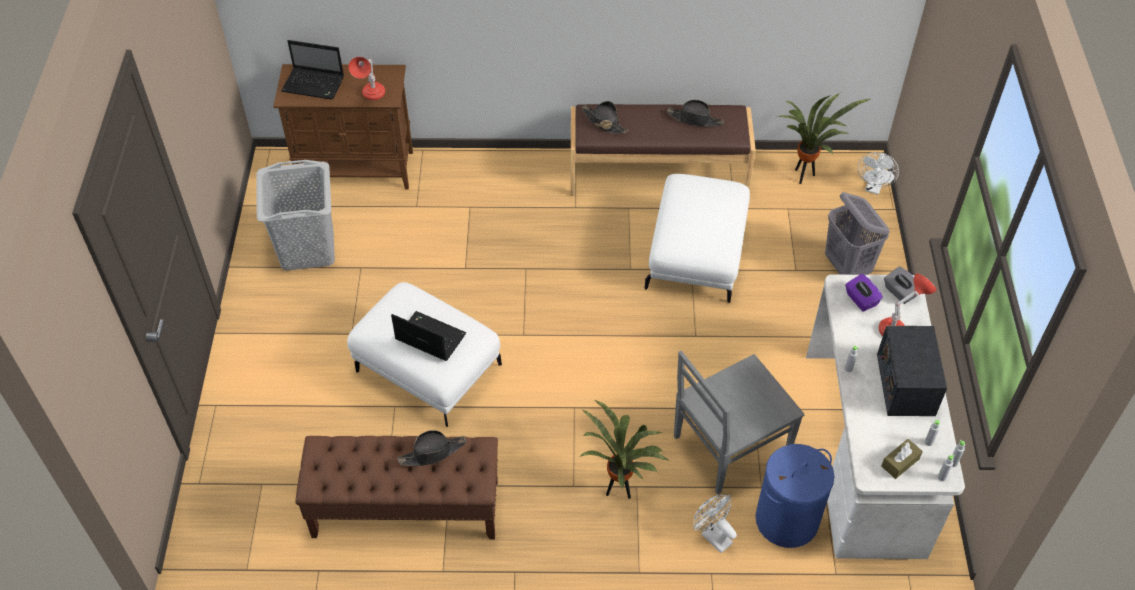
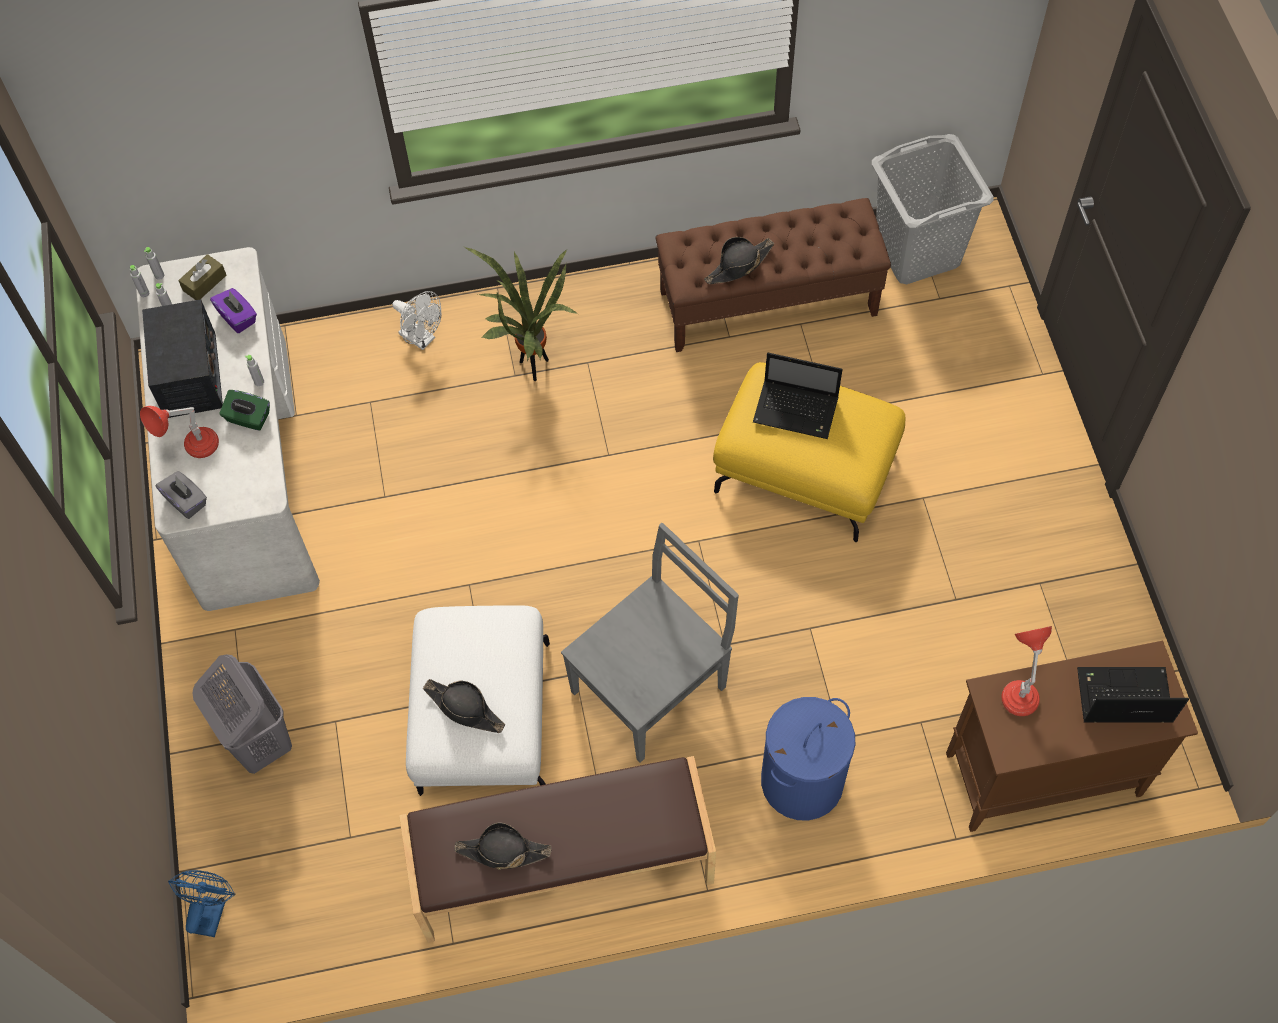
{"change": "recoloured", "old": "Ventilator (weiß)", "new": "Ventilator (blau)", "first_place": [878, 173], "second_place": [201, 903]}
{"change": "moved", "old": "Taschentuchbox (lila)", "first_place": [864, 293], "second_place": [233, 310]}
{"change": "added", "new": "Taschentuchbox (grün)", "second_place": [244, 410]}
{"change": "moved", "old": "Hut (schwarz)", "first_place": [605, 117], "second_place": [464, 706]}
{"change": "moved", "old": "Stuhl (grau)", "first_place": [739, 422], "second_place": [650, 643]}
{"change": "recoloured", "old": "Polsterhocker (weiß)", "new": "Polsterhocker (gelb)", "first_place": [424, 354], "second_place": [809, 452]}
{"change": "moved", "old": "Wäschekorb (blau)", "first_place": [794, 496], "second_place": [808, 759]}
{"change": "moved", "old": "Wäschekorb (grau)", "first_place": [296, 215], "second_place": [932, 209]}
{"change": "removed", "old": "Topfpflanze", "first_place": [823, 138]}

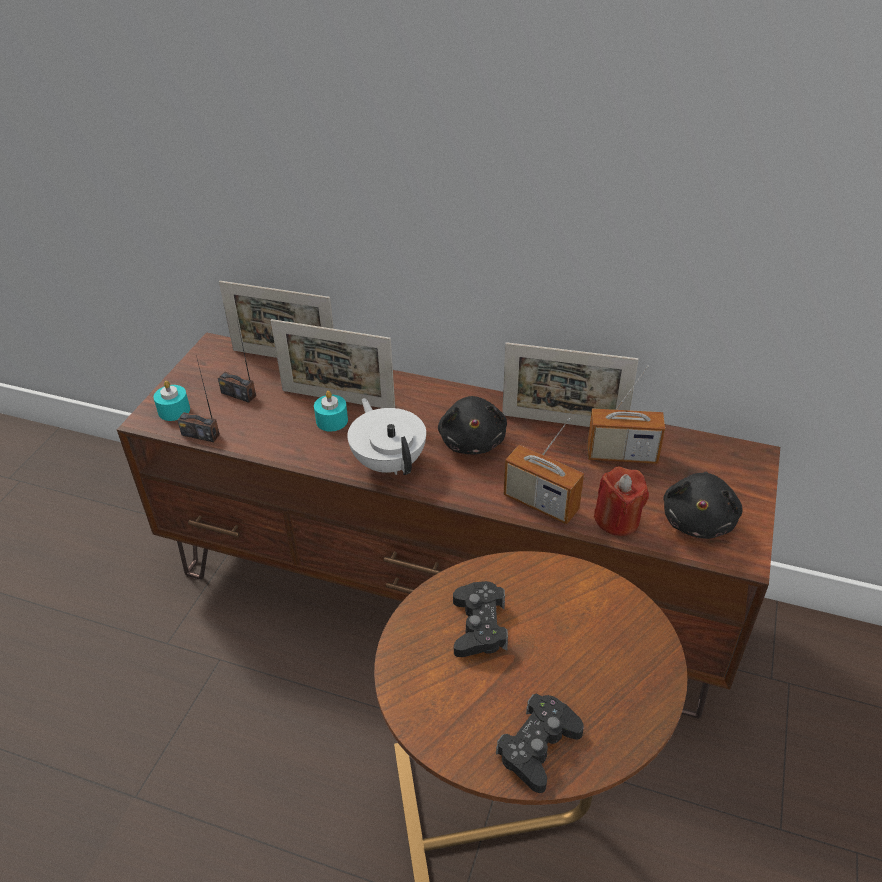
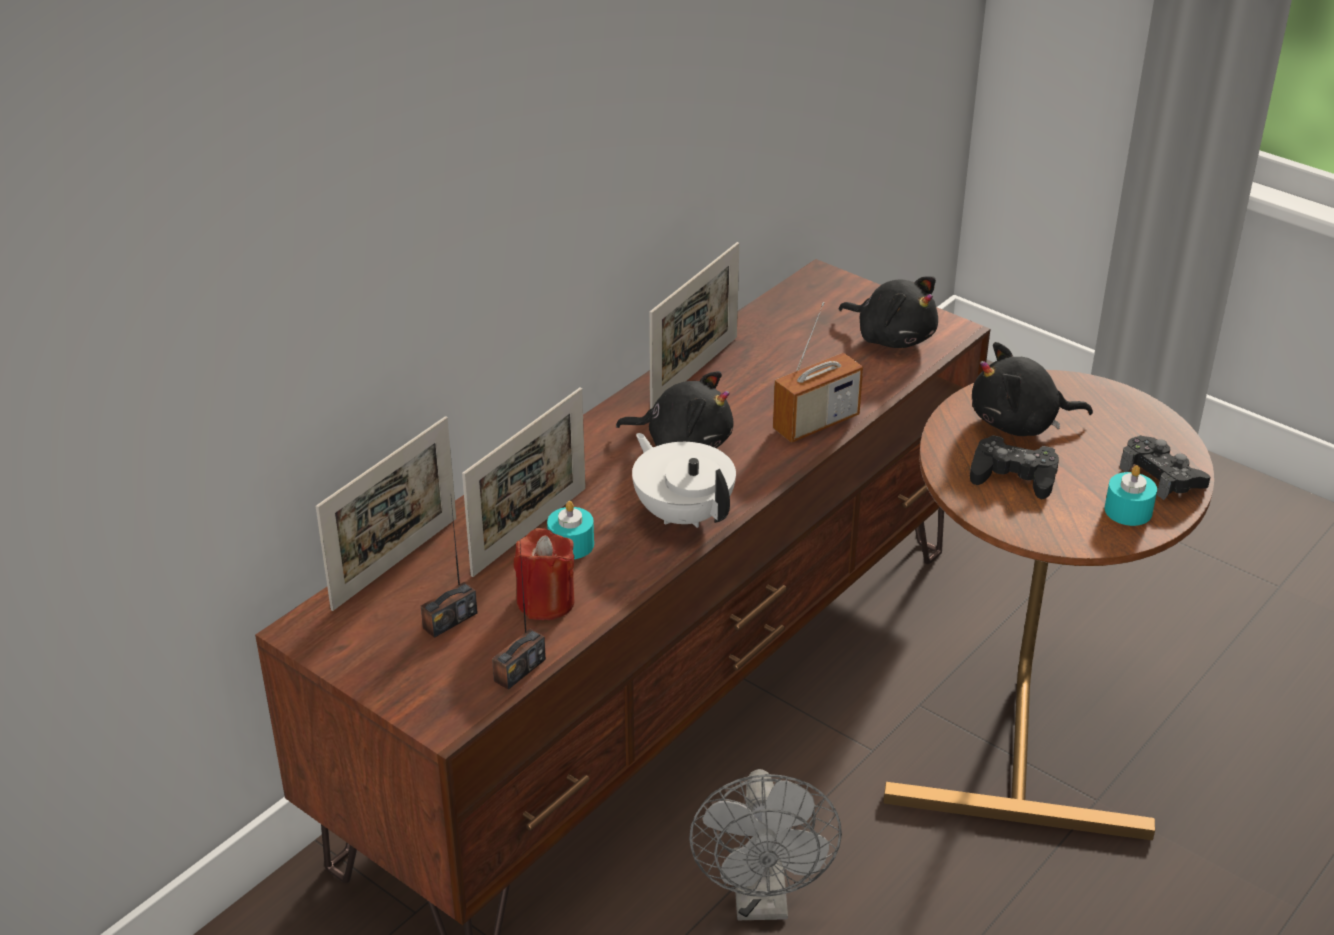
{"change": "moved", "old": "Kerze (rot)", "first_place": [621, 501], "second_place": [544, 574]}
{"change": "turned", "old": "Teekanne (weiß)", "first_place": [386, 436], "second_place": [684, 480], "degrees": 60}
{"change": "added", "new": "Ventilator (grau)", "second_place": [765, 844]}
{"change": "added", "new": "Plüschtier (schwarz)", "second_place": [1032, 389]}
{"change": "moved", "old": "Kerze (türkis)", "first_place": [171, 401], "second_place": [1131, 495]}
{"change": "removed", "old": "Radio", "first_place": [626, 415]}

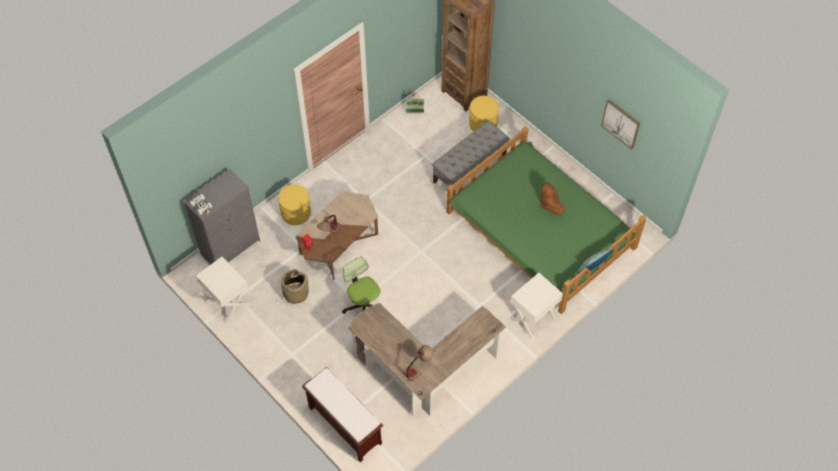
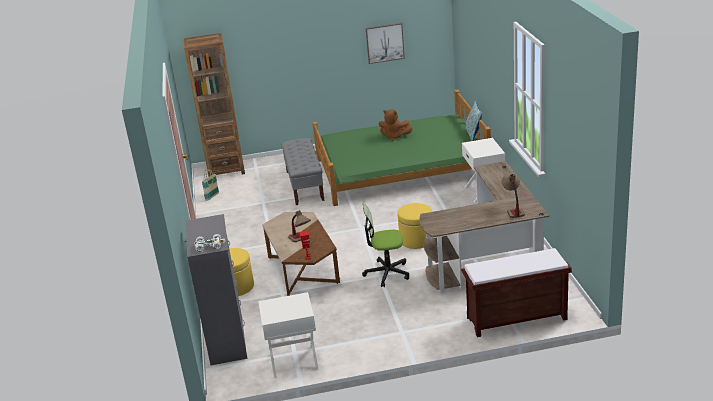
{"change": "moved", "old": "Polsterhocker (gelb)", "first_place": [484, 114], "second_place": [415, 226]}
{"change": "removed", "old": "Korb", "first_place": [294, 286]}

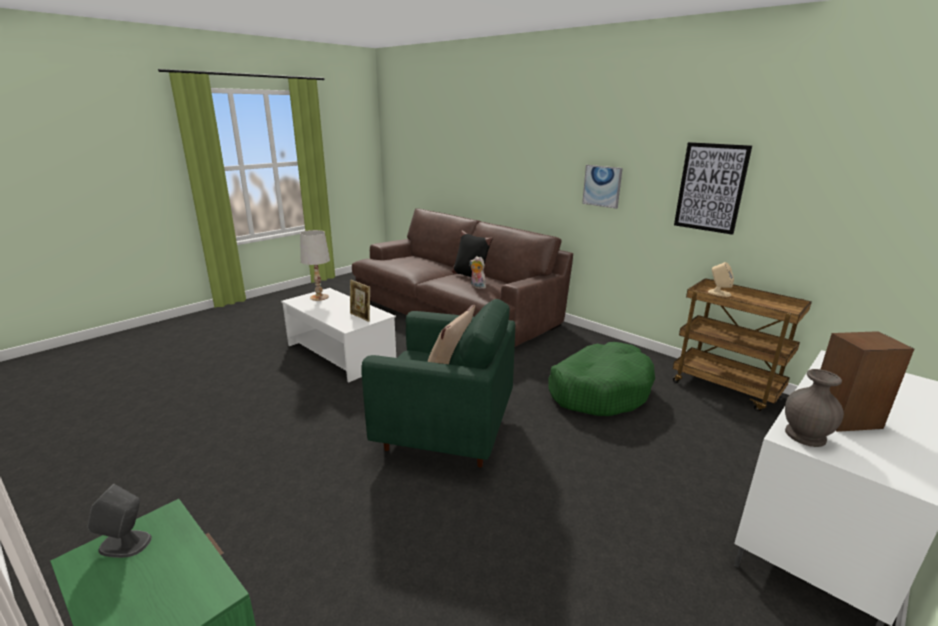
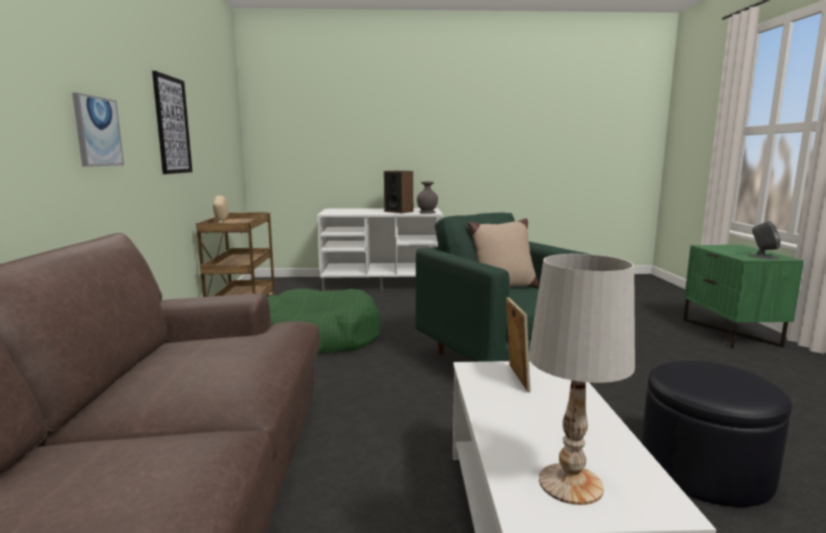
{"change": "added", "new": "Polsterhocker (schwarz)", "second_place": [716, 434]}
{"change": "removed", "old": "Kissen (schwarz)", "first_place": [472, 254]}
{"change": "removed", "old": "Plüschtier", "first_place": [478, 272]}

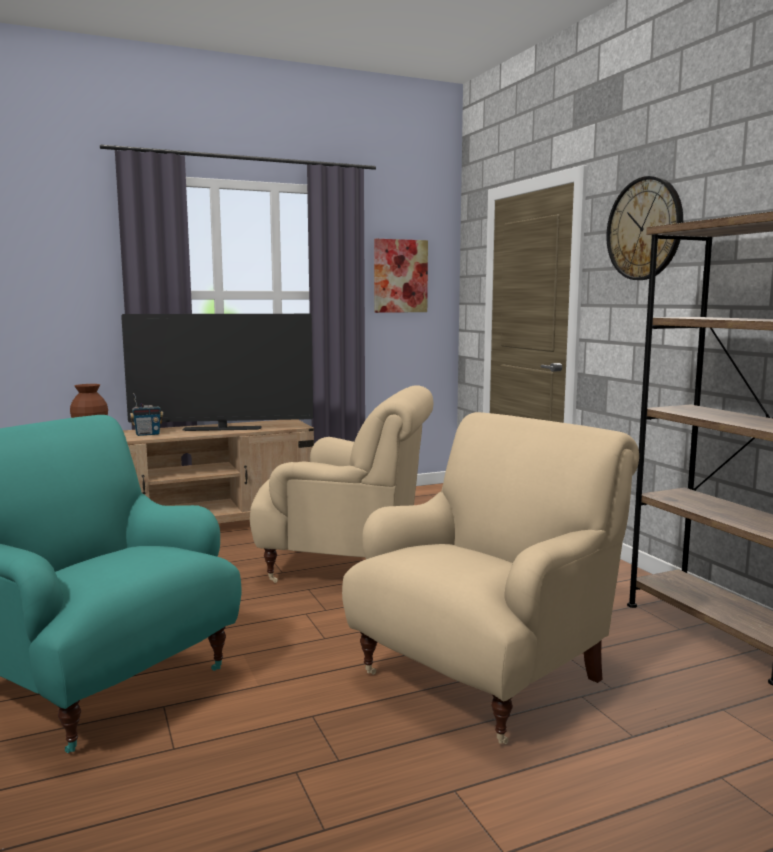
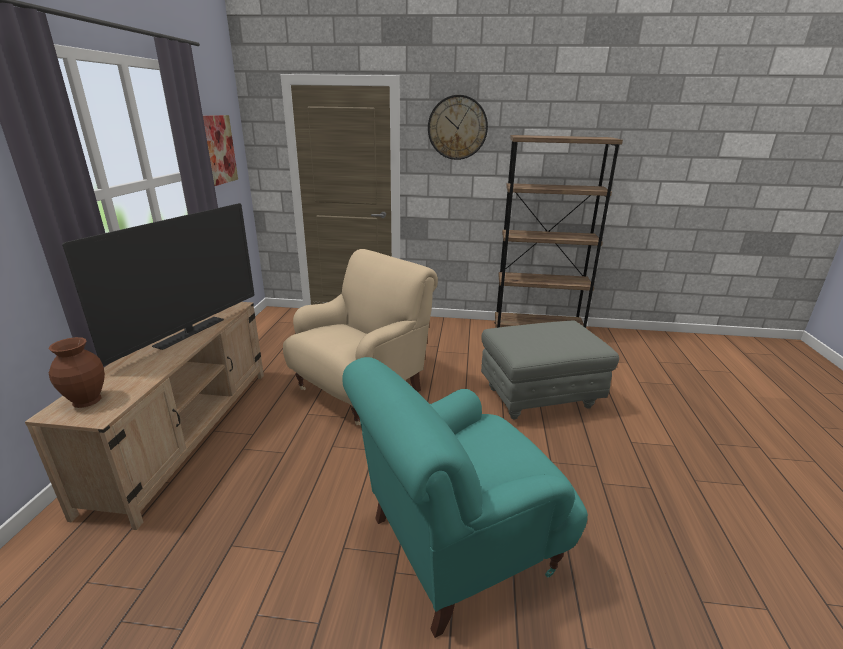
{"change": "replaced", "old": "Sessel (beige)", "new": "Polsterhocker (grau)", "first_place": [490, 578], "second_place": [550, 369]}
{"change": "removed", "old": "Radio", "first_place": [146, 414]}

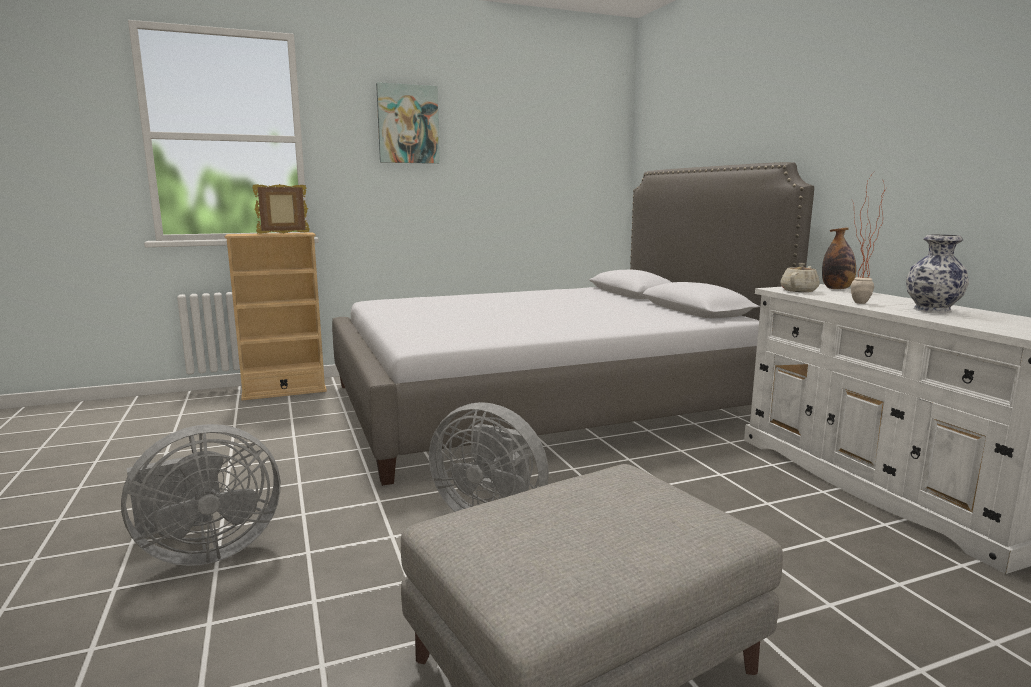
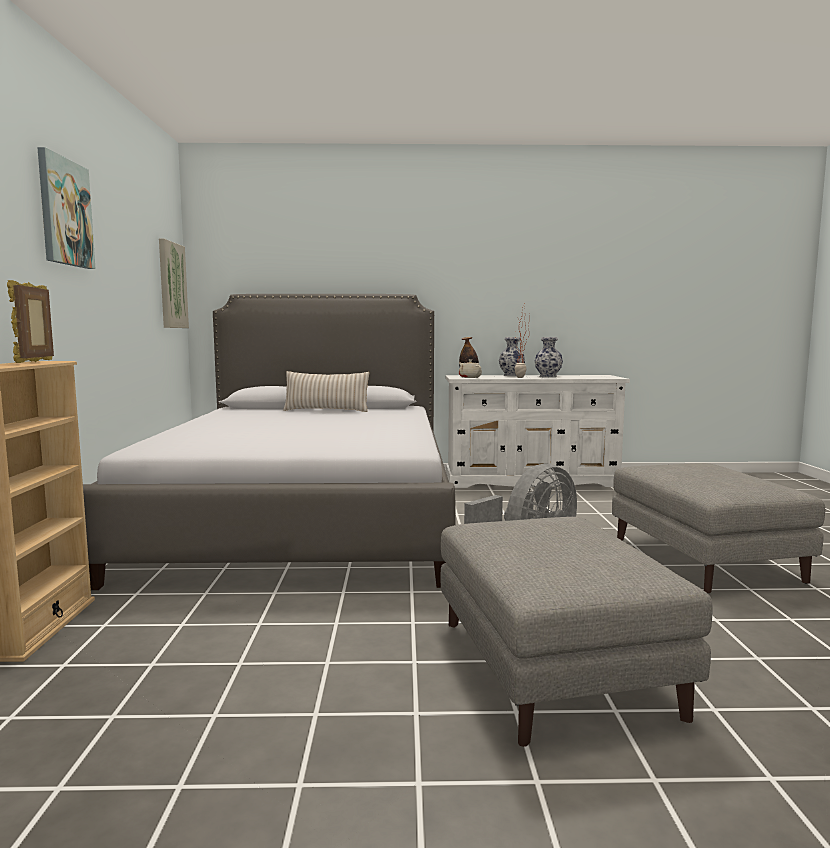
{"change": "added", "new": "Bild", "second_place": [174, 283]}
{"change": "added", "new": "Kissen (beige)", "second_place": [326, 391]}
{"change": "replaced", "old": "Ventilator (grau)", "new": "Polsterhocker (grau)", "first_place": [200, 495], "second_place": [577, 632]}
{"change": "added", "new": "Vase", "second_place": [512, 356]}

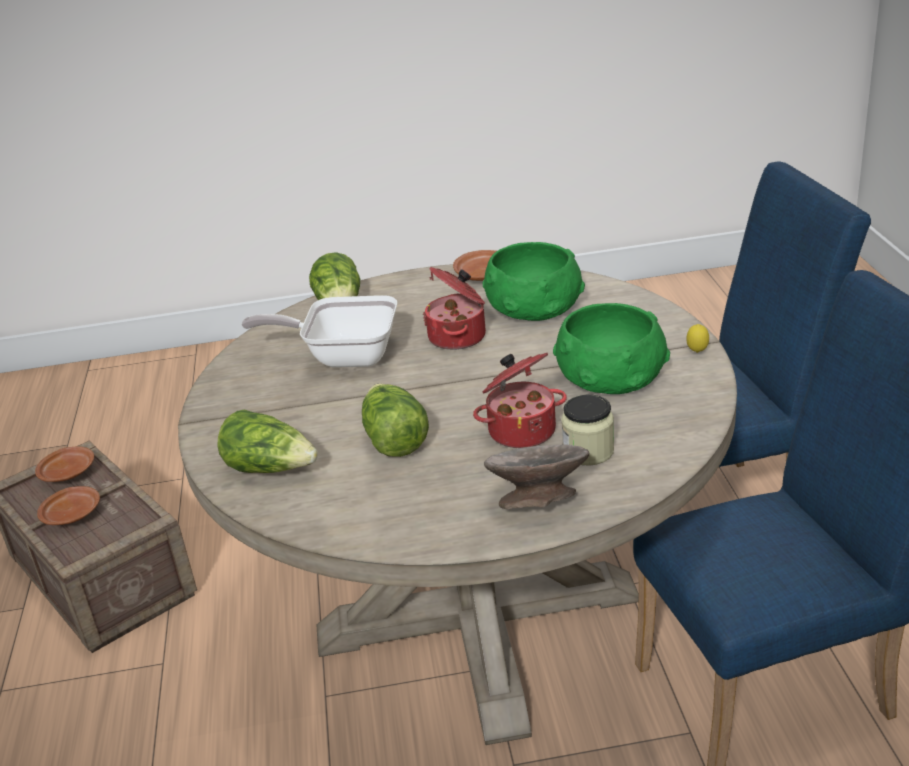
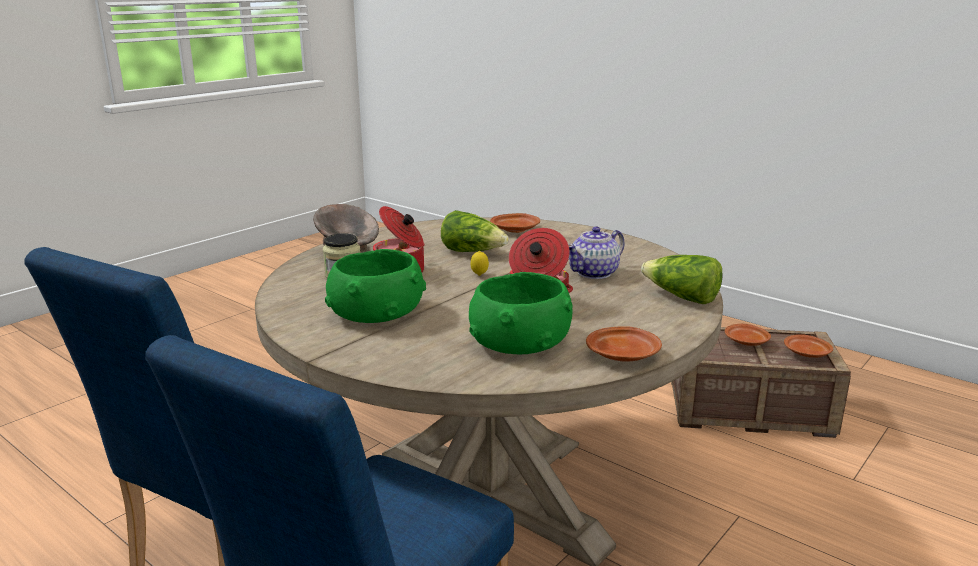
{"change": "moved", "old": "Zitrone", "first_place": [697, 338], "second_place": [480, 263]}
{"change": "replaced", "old": "Salatkopf", "new": "Teller (braun)", "first_place": [267, 441], "second_place": [515, 223]}
{"change": "replaced", "old": "Pfanne", "new": "Teekanne", "first_place": [319, 331], "second_place": [596, 253]}

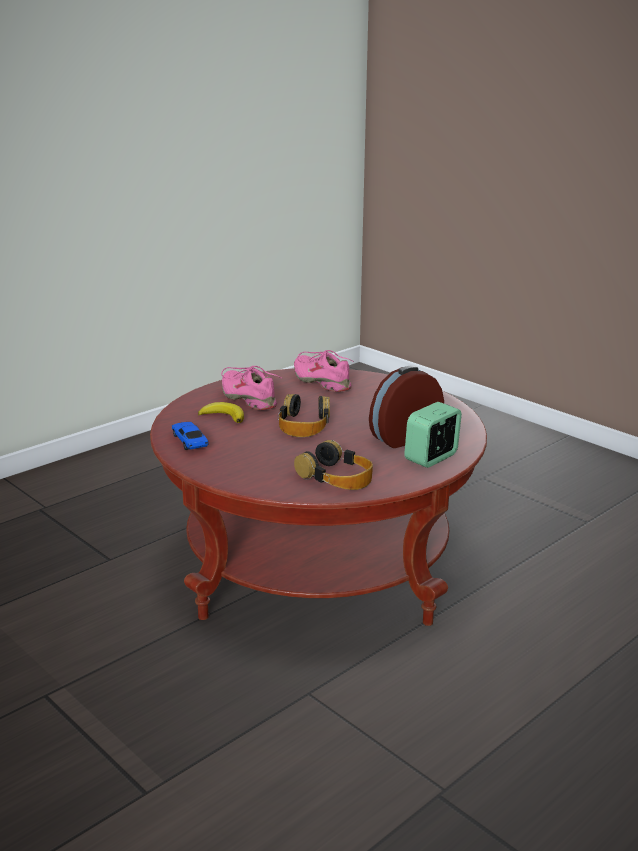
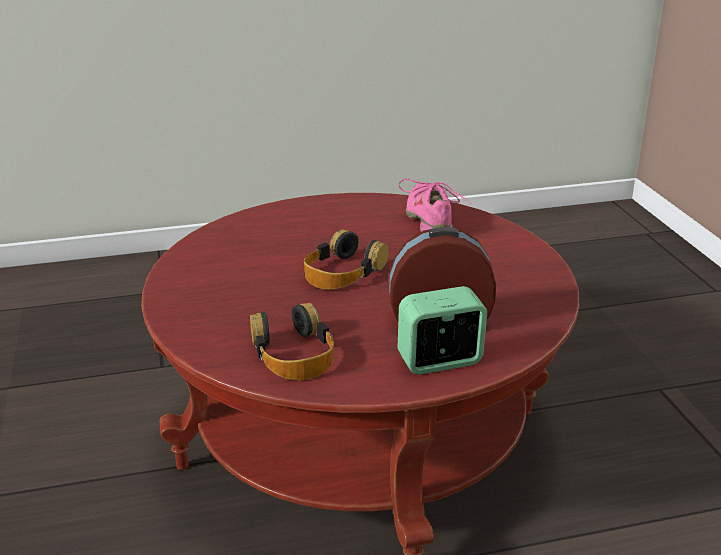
{"change": "removed", "old": "Spielzeugauto", "first_place": [190, 436]}
{"change": "removed", "old": "Banane", "first_place": [221, 412]}
{"change": "removed", "old": "Schuh (rosa)", "first_place": [251, 388]}

